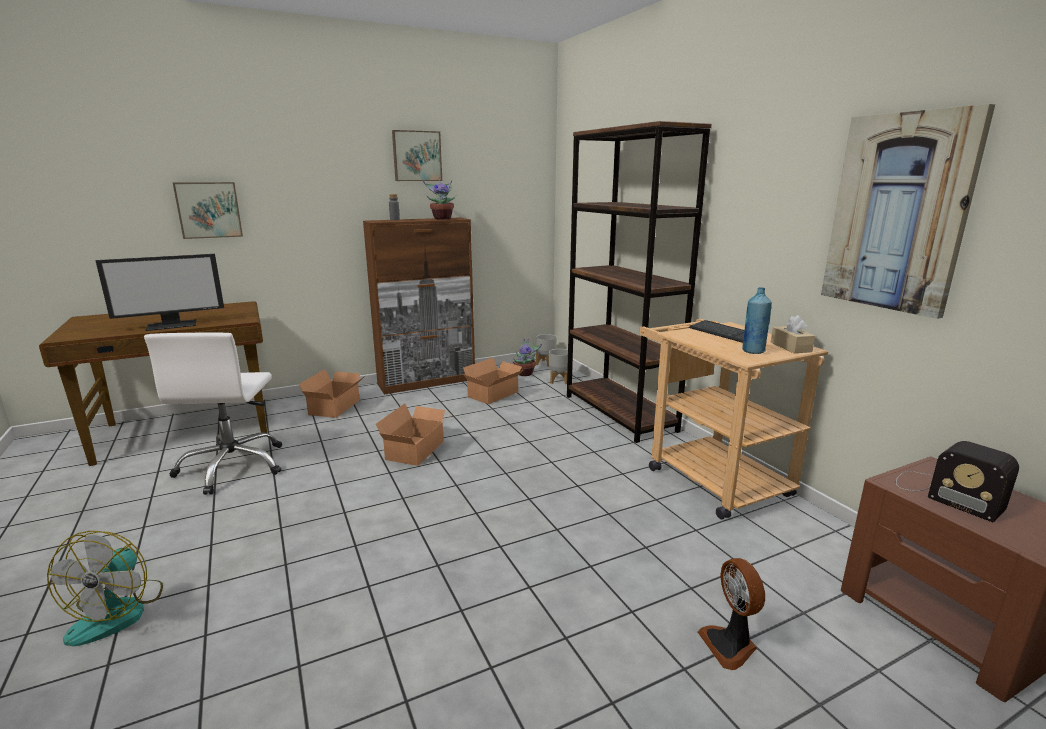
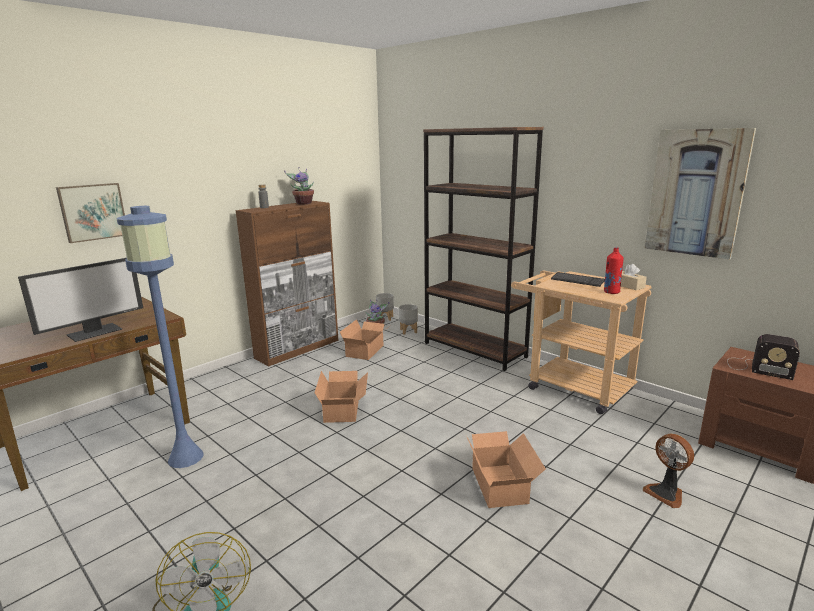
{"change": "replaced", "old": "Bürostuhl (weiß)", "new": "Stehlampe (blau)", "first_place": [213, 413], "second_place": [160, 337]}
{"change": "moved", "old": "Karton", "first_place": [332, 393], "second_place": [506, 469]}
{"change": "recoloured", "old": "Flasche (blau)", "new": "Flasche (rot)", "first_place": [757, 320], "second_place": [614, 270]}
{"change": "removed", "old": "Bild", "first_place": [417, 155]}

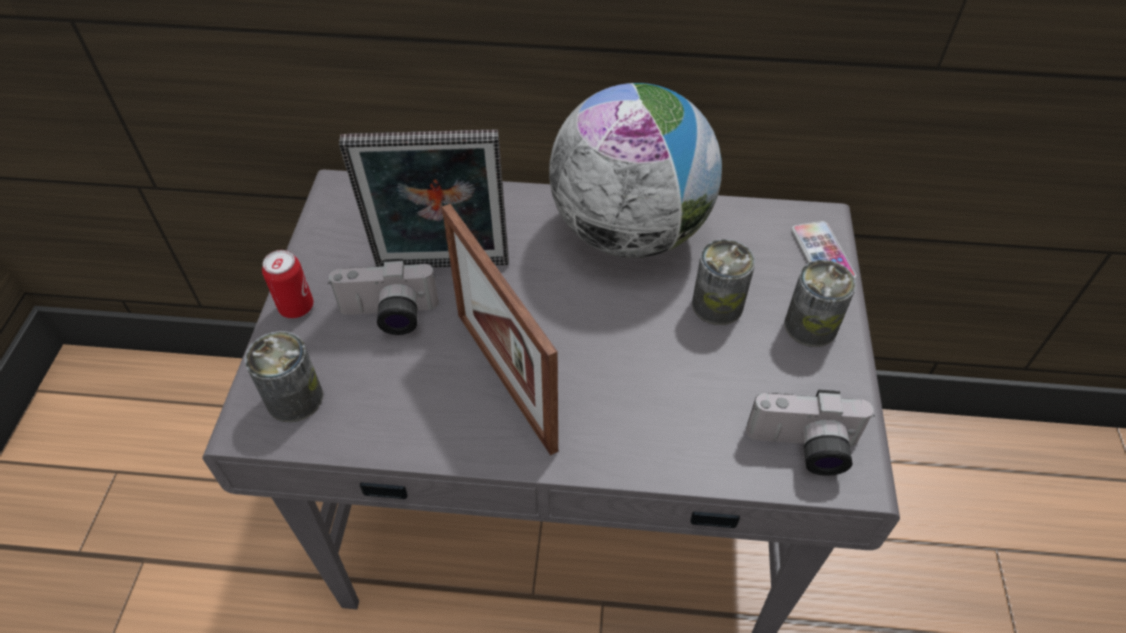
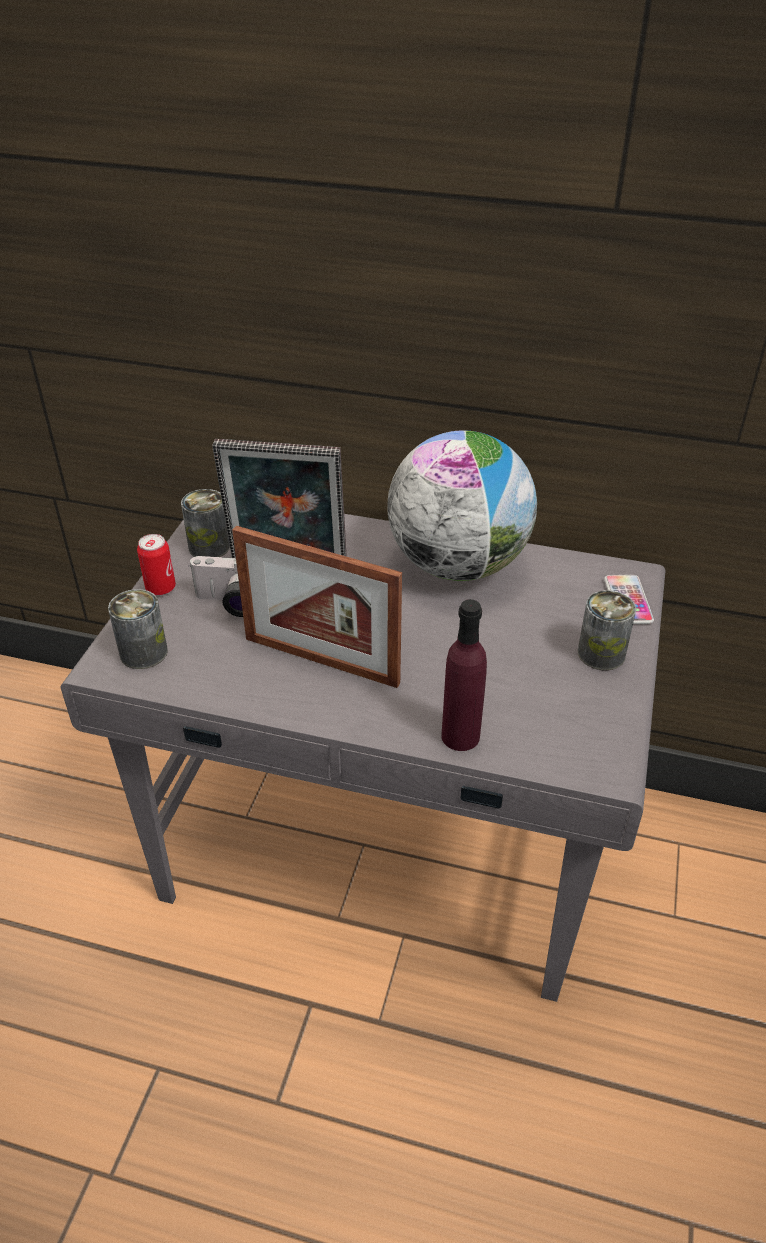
{"change": "moved", "old": "Dose", "first_place": [723, 282], "second_place": [205, 523]}
{"change": "turned", "old": "Bilderrahmen", "first_place": [500, 330], "second_place": [317, 607], "degrees": -45}
{"change": "added", "new": "Flasche (lila)", "second_place": [464, 675]}
{"change": "removed", "old": "Kamera", "first_place": [810, 433]}

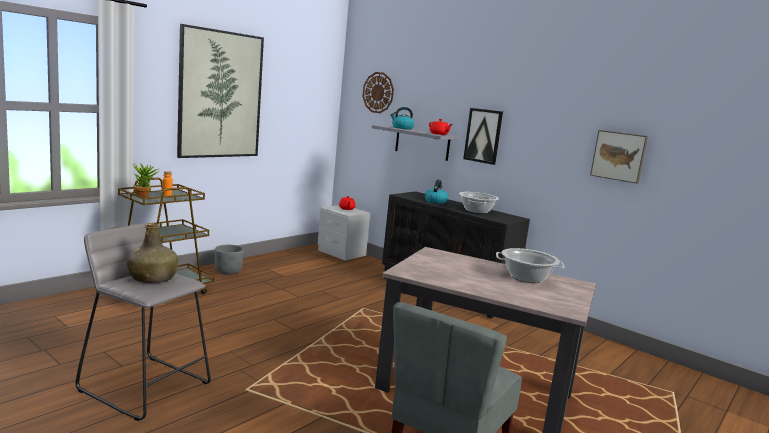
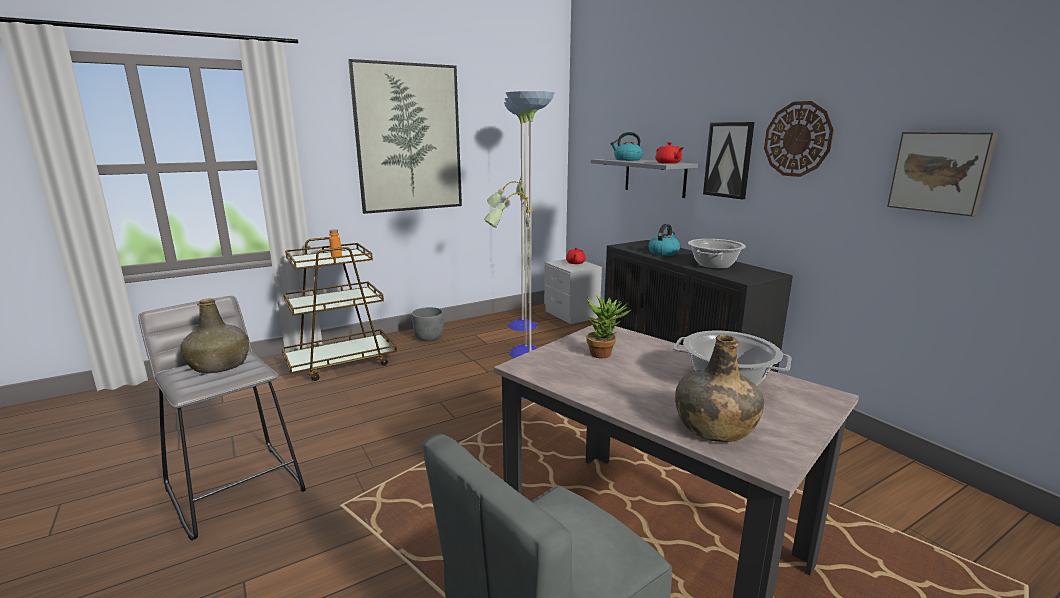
{"change": "added", "new": "Stehlampe", "second_place": [519, 245]}
{"change": "moved", "old": "Topfpflanze", "first_place": [146, 180], "second_place": [608, 327]}
{"change": "added", "new": "Flasche (grün)", "second_place": [719, 388]}
{"change": "moved", "old": "Wanduhr", "first_place": [378, 92], "second_place": [799, 139]}

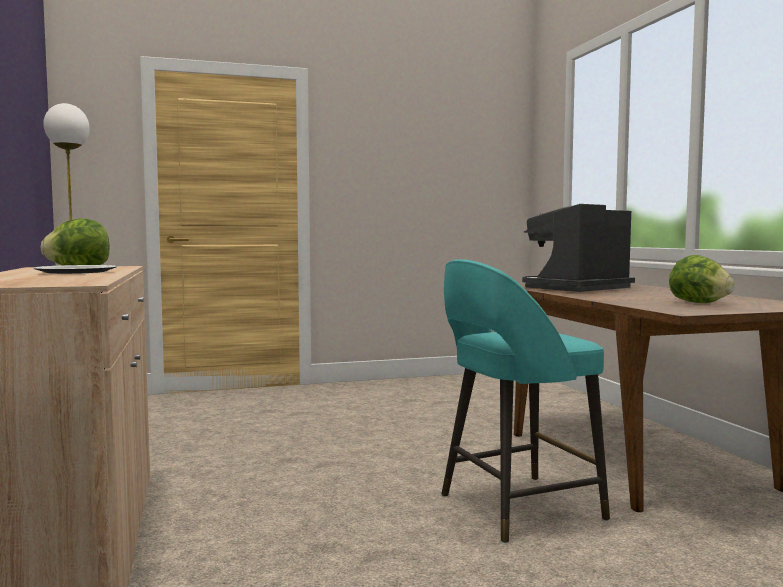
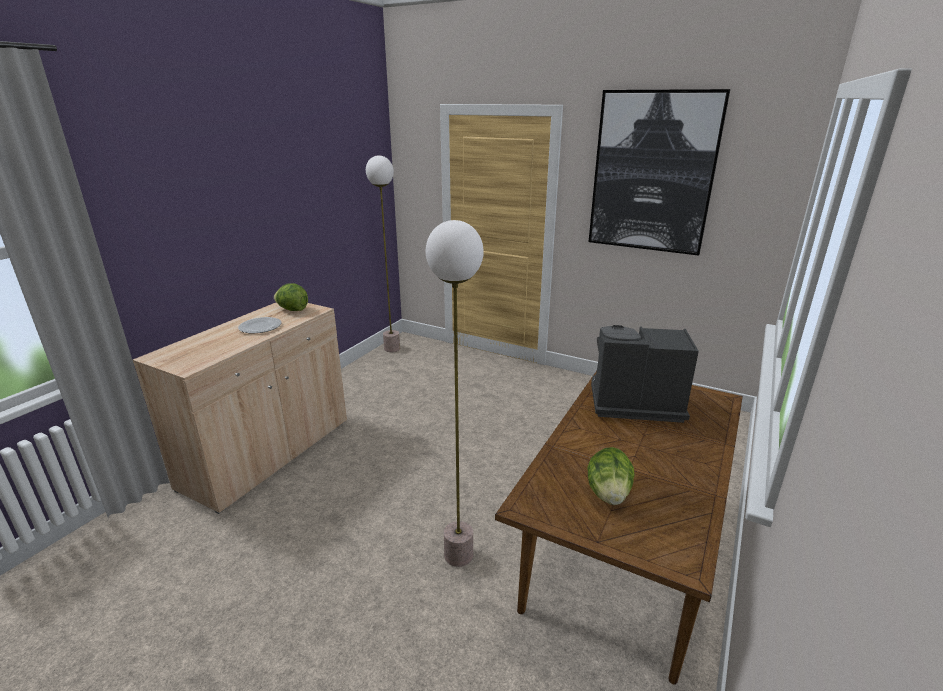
{"change": "replaced", "old": "Hocker (türkis)", "new": "Stehlampe", "first_place": [525, 401], "second_place": [455, 393]}
{"change": "added", "new": "Bild", "second_place": [660, 172]}

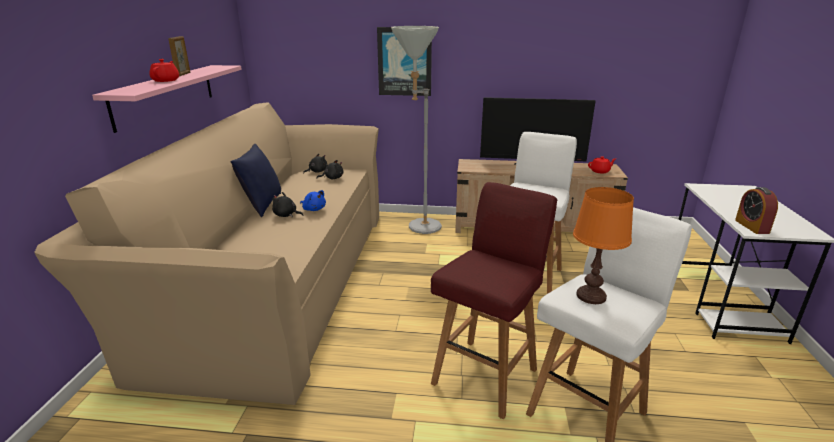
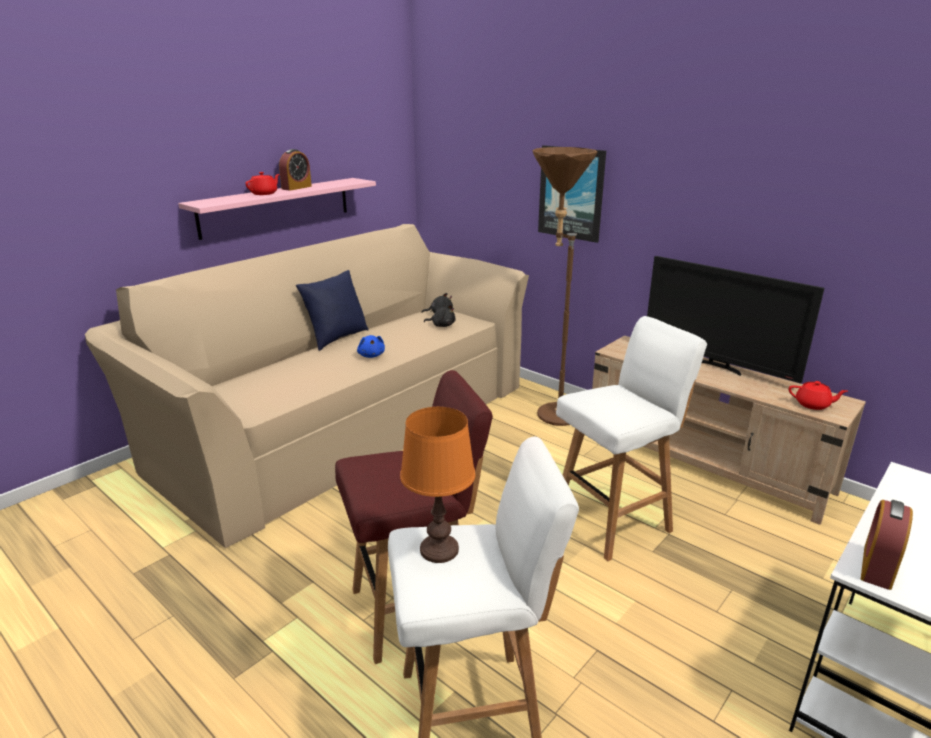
{"change": "replaced", "old": "Bilderrahmen", "new": "Wecker", "first_place": [179, 56], "second_place": [295, 170]}
{"change": "recoloured", "old": "Stehlampe (grau)", "new": "Stehlampe (braun)", "first_place": [416, 130], "second_place": [565, 286]}
{"change": "removed", "old": "Plüschtier (schwarz)", "first_place": [288, 204]}

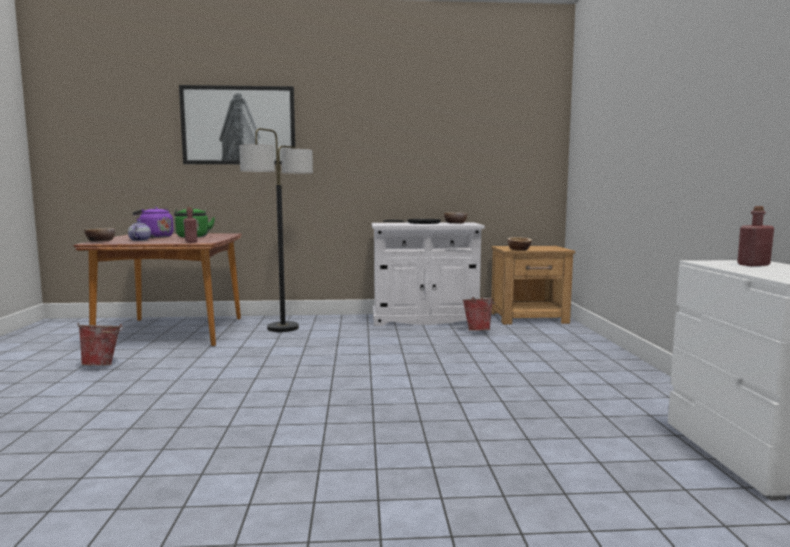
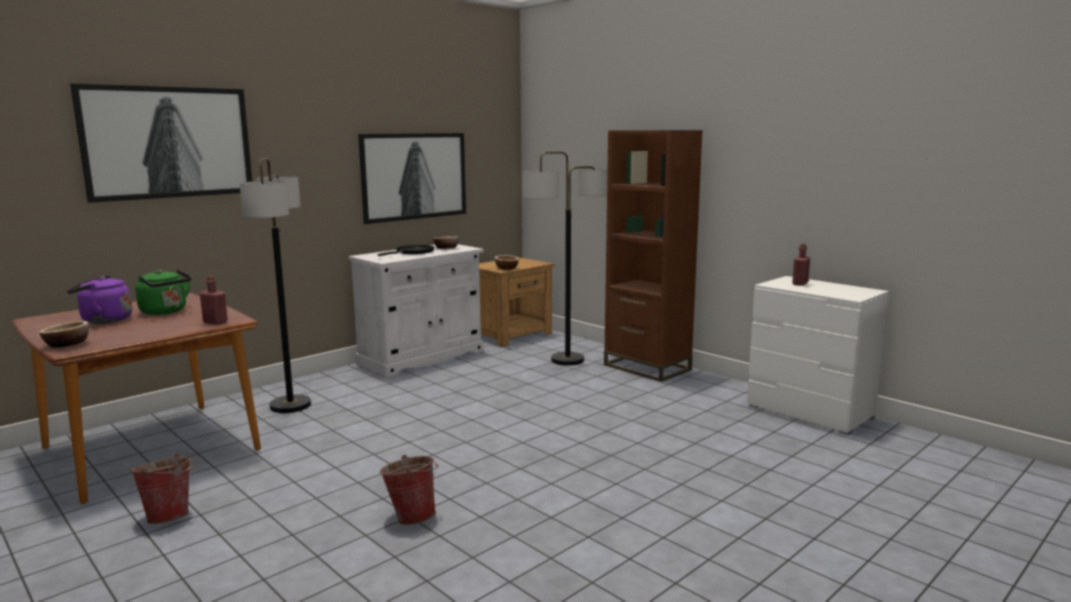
{"change": "added", "new": "Bild", "second_place": [412, 178]}
{"change": "moved", "old": "Eimer", "first_place": [478, 314], "second_place": [409, 490]}
{"change": "added", "new": "Stehlampe", "second_place": [565, 259]}
{"change": "added", "new": "Bücherregal (braun)", "second_place": [653, 256]}
{"change": "removed", "old": "Teekanne", "first_place": [139, 230]}

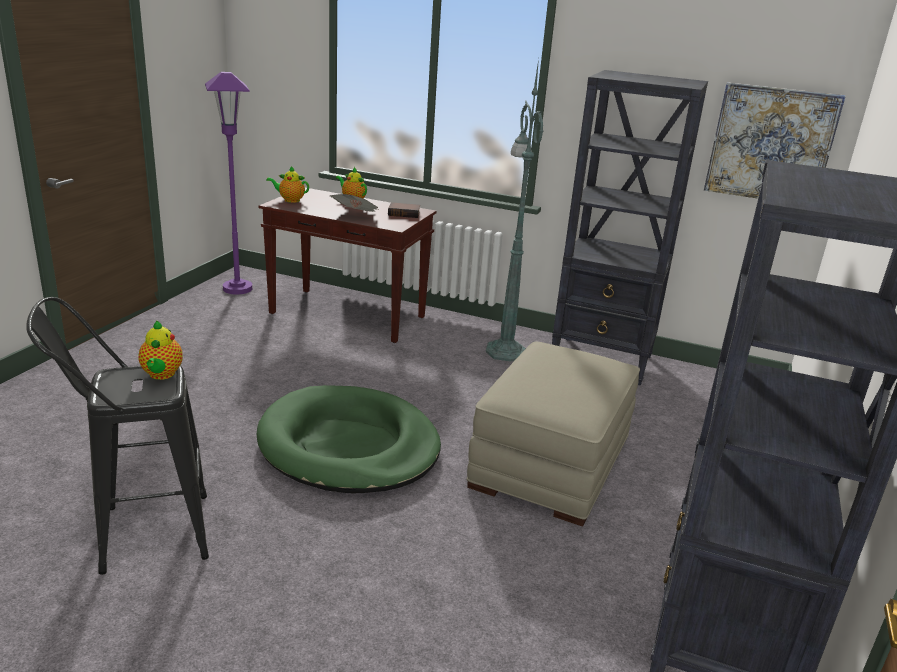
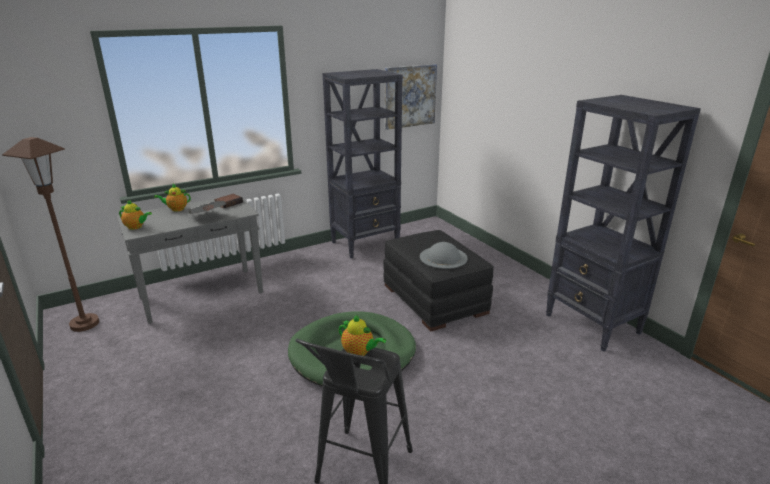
{"change": "recoloured", "old": "Stehlampe (lila)", "new": "Stehlampe (braun)", "first_place": [228, 183], "second_place": [50, 234]}
{"change": "recoloured", "old": "Konsolentisch (braun)", "new": "Konsolentisch (grau)", "first_place": [348, 265], "second_place": [190, 259]}
{"change": "turned", "old": "Teekanne", "first_place": [287, 184], "second_place": [135, 214], "degrees": -120}
{"change": "recoloured", "old": "Polsterhocker (beige)", "new": "Polsterhocker (schwarz)", "first_place": [553, 434], "second_place": [438, 280]}
{"change": "added", "new": "Hut (grau)", "second_place": [444, 255]}
{"change": "removed", "old": "Stehlampe (grün)", "first_place": [514, 209]}

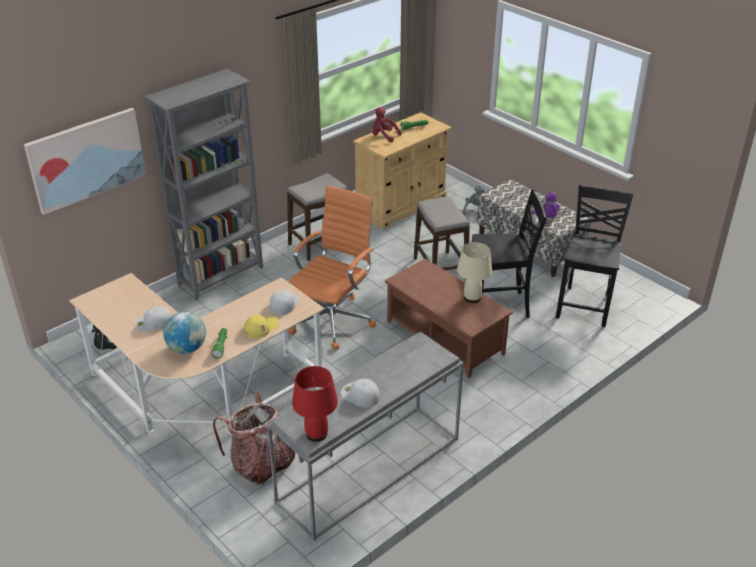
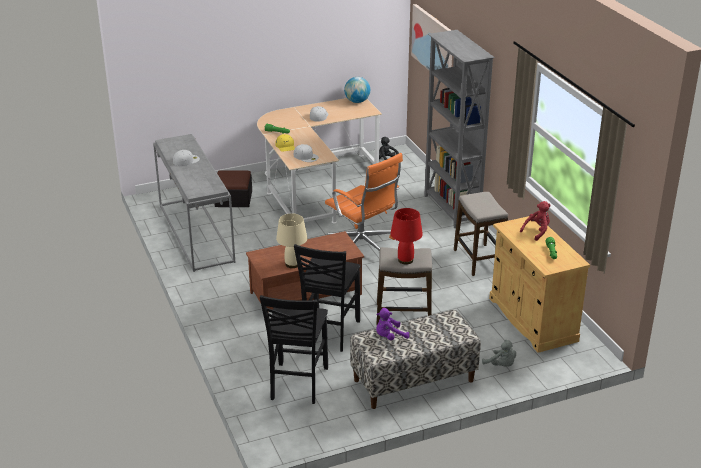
{"change": "replaced", "old": "Rucksack", "new": "Polsterhocker", "first_place": [254, 438], "second_place": [233, 188]}
{"change": "turned", "old": "Stuhl (schwarz)", "first_place": [595, 256], "second_place": [294, 349], "degrees": 60}
{"change": "moved", "old": "Globus", "first_place": [184, 333], "second_place": [357, 90]}
{"change": "moved", "old": "Tischlampe (rot)", "first_place": [315, 404], "second_place": [407, 236]}

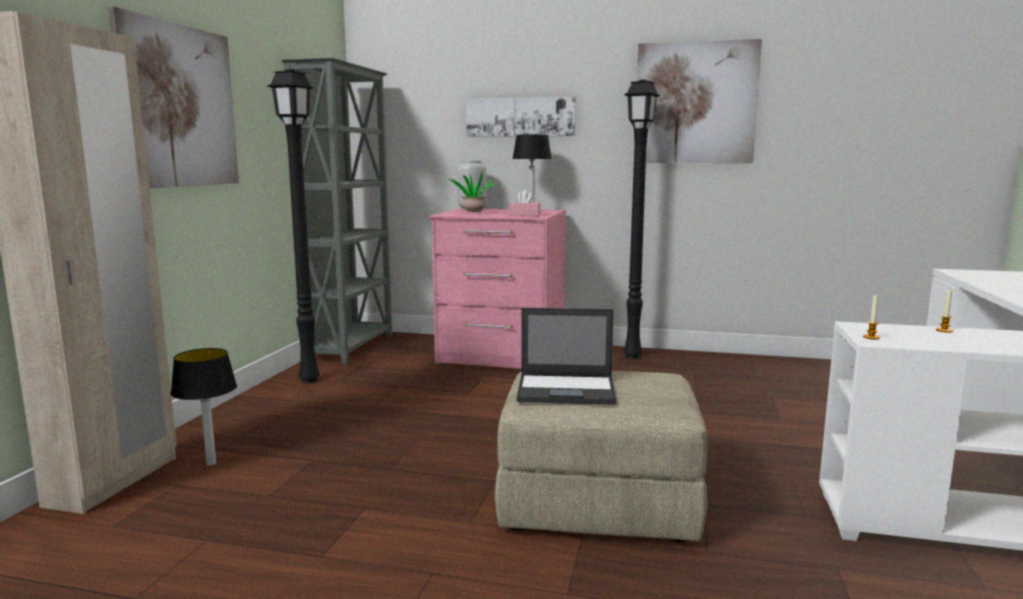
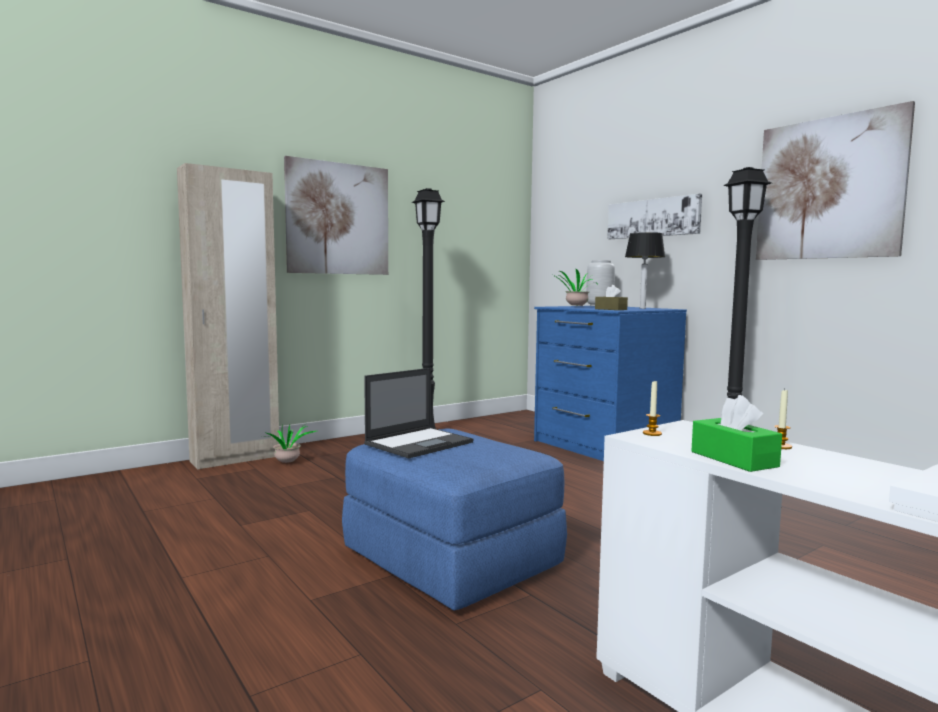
{"change": "replaced", "old": "Tischlampe", "new": "Topfpflanze", "first_place": [203, 407], "second_place": [290, 443]}
{"change": "recoloured", "old": "Polsterhocker (beige)", "new": "Polsterhocker (blau)", "first_place": [601, 456], "second_place": [454, 520]}
{"change": "turned", "old": "Laptop", "first_place": [566, 356], "second_place": [418, 413], "degrees": -90}
{"change": "recoloured", "old": "Kommode (rosa)", "new": "Kommode (blau)", "first_place": [497, 288], "second_place": [610, 383]}
{"change": "recoloured", "old": "Taschentuchbox (rosa)", "new": "Taschentuchbox (braun)", "first_place": [525, 203], "second_place": [611, 297]}
{"change": "added", "new": "Taschentuchbox (grün)", "second_place": [736, 433]}
{"change": "removed", "old": "Bücherregal (grau)", "first_place": [336, 211]}

